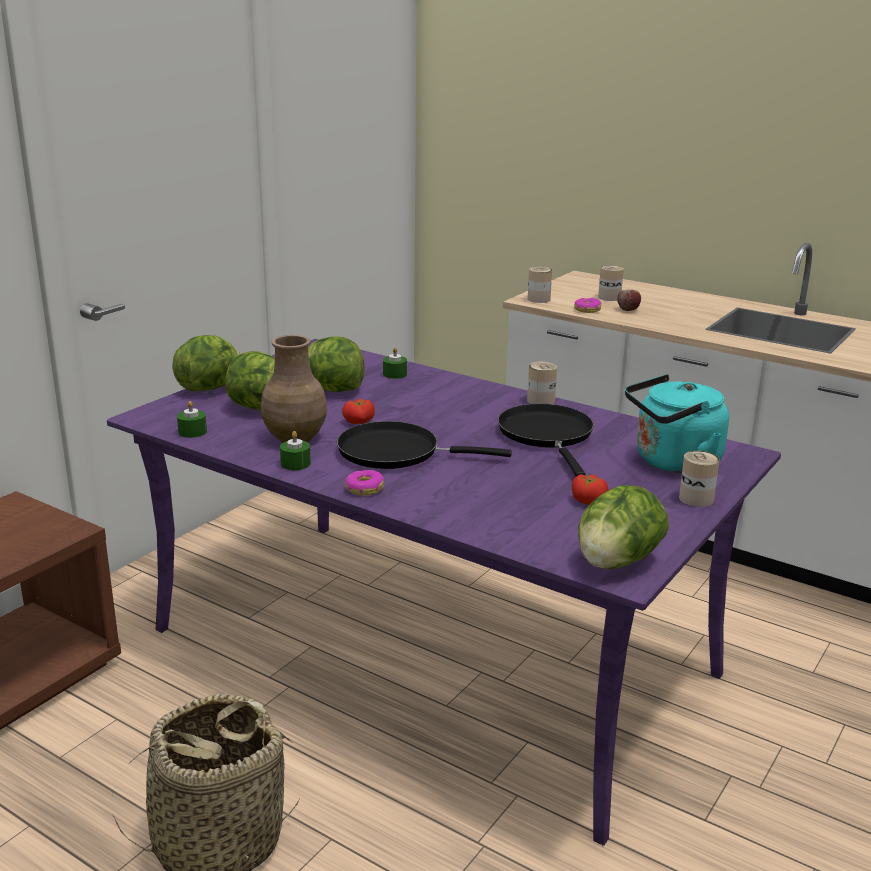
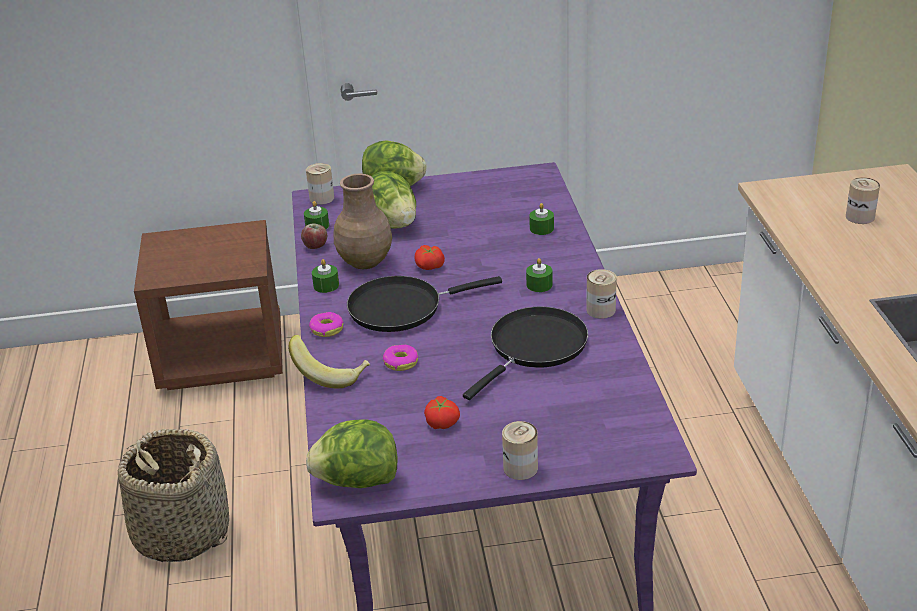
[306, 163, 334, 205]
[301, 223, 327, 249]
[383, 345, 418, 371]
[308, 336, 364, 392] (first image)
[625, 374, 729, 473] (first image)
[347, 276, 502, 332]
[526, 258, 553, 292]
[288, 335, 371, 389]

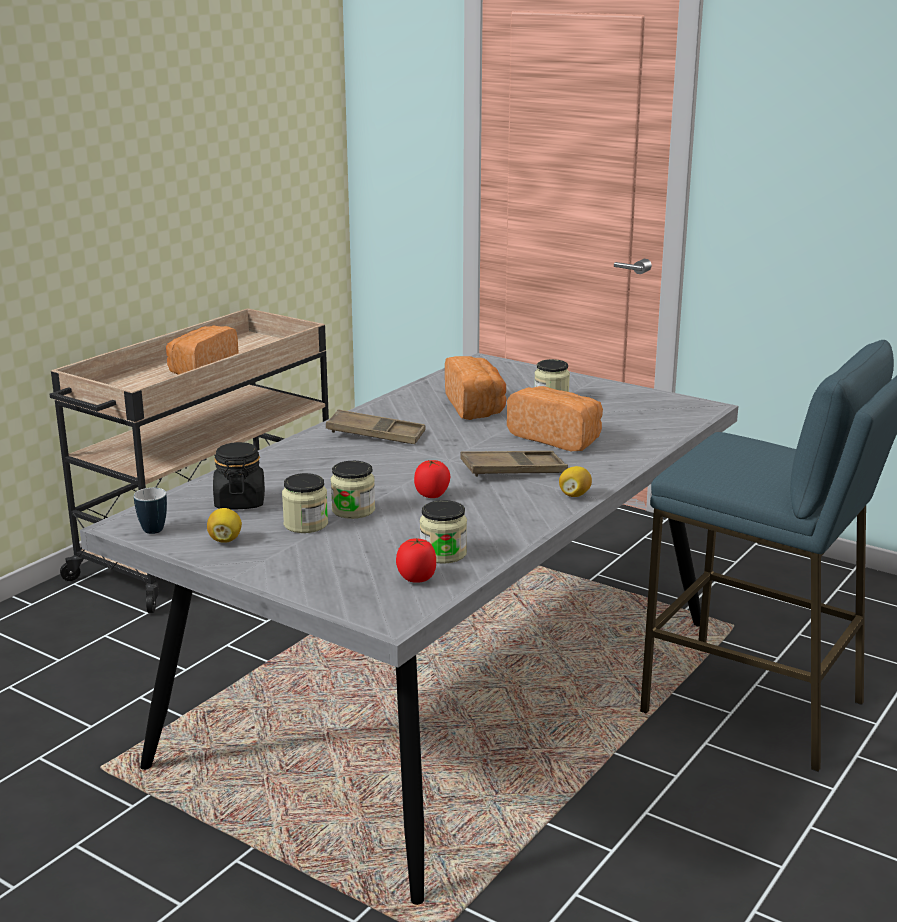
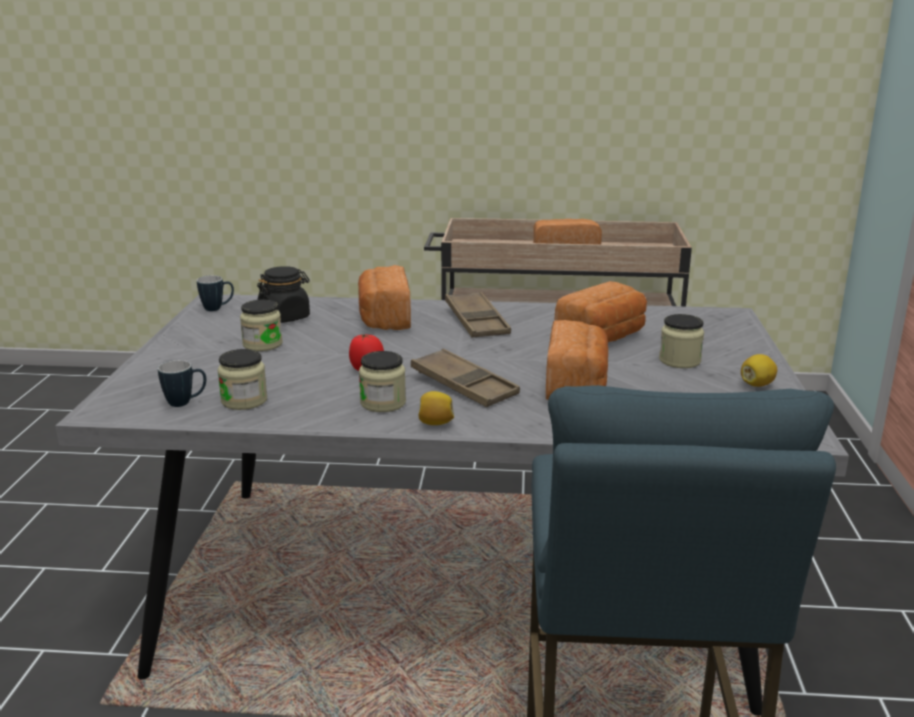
[359, 351, 406, 412]
[741, 354, 777, 387]
[158, 360, 206, 407]
[358, 265, 411, 330]

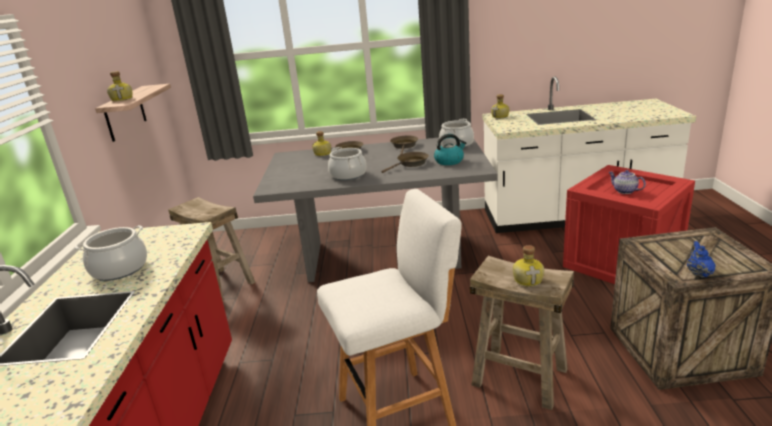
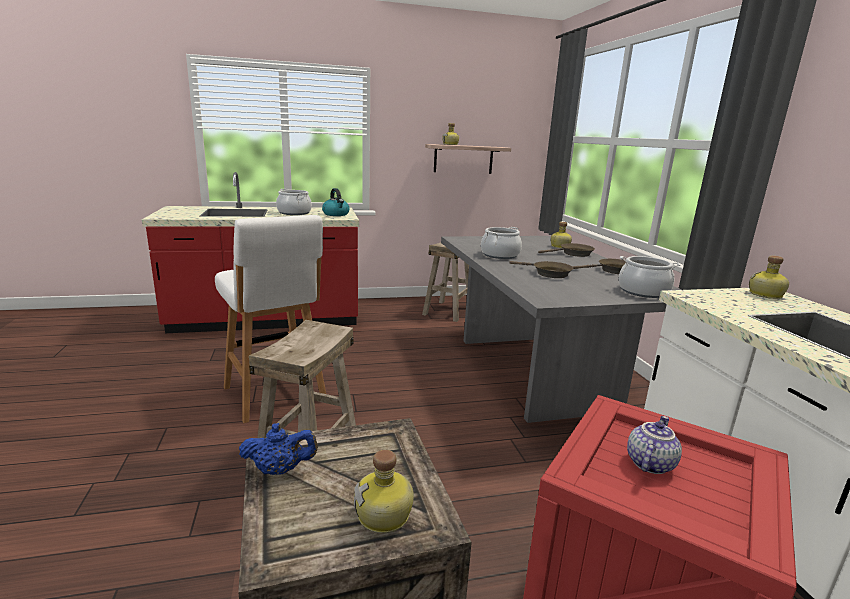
[322, 188, 349, 216]
[354, 450, 414, 533]

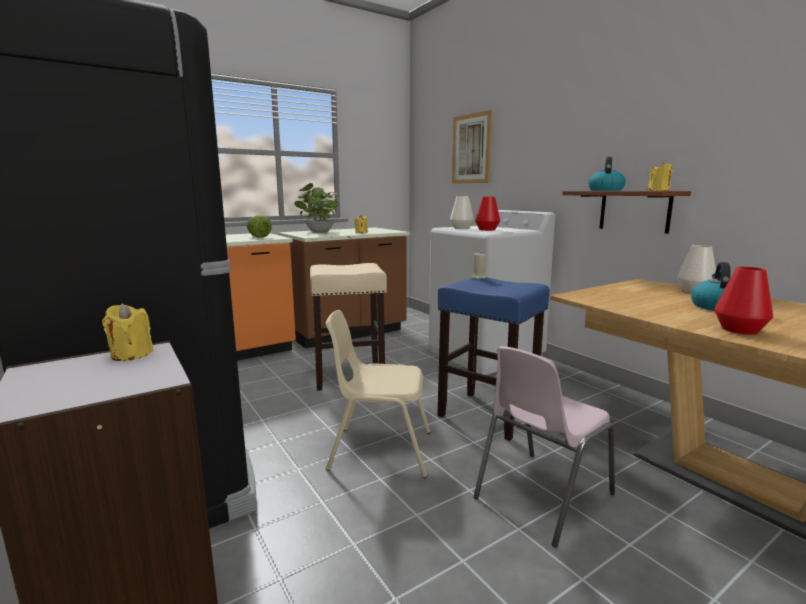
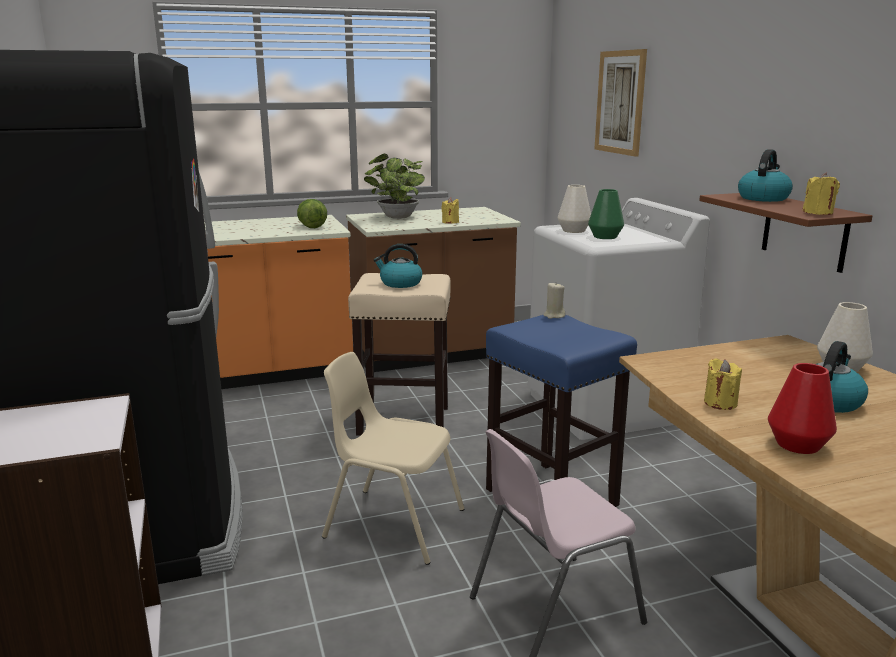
[588, 189, 624, 239]
[704, 358, 742, 410]
[374, 244, 422, 288]

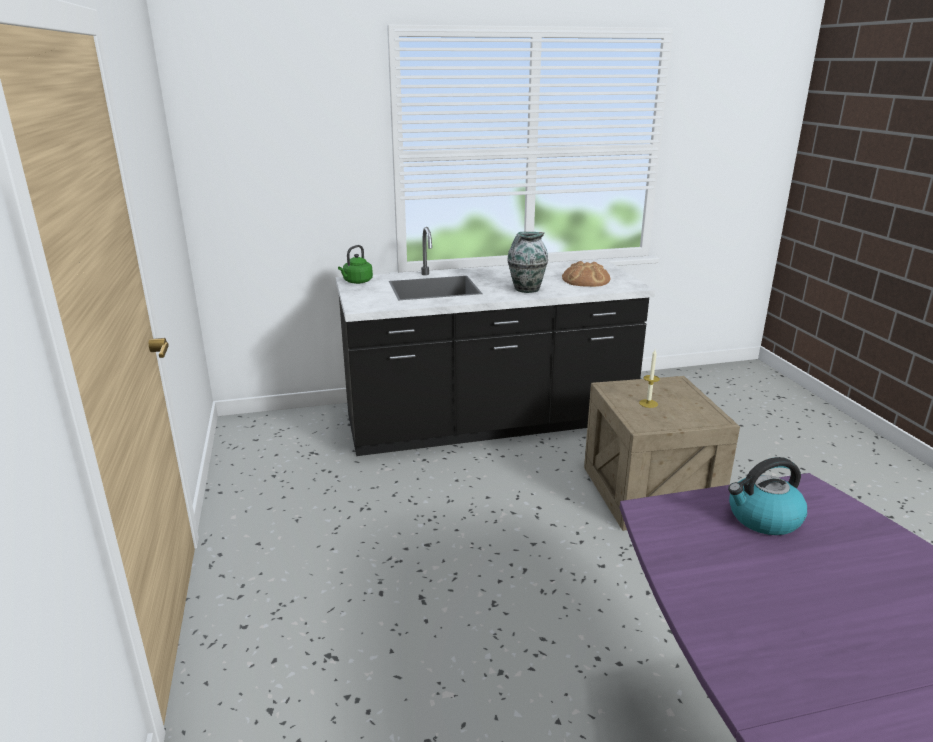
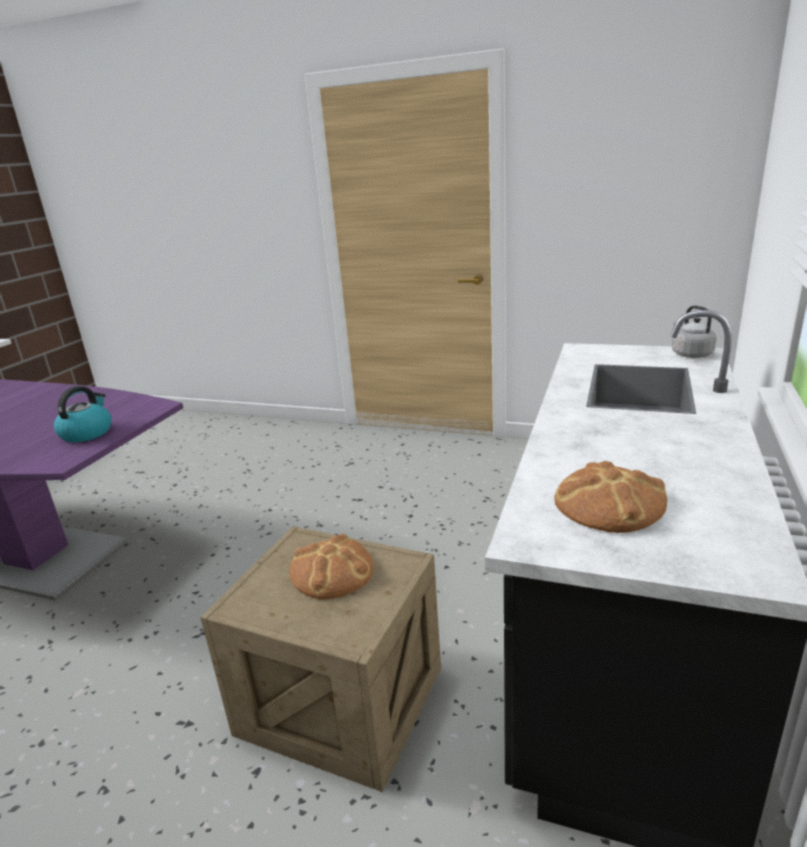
[507, 232, 548, 293] (first image)
[672, 305, 717, 358]
[289, 534, 373, 600]

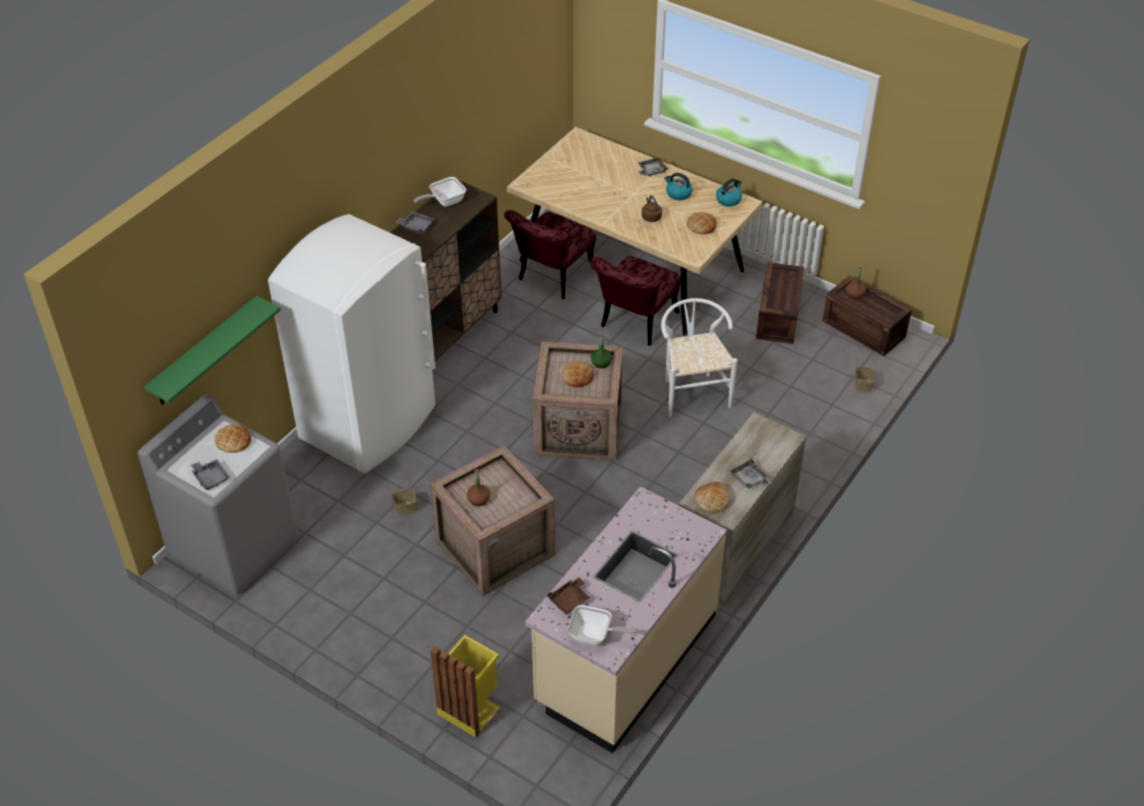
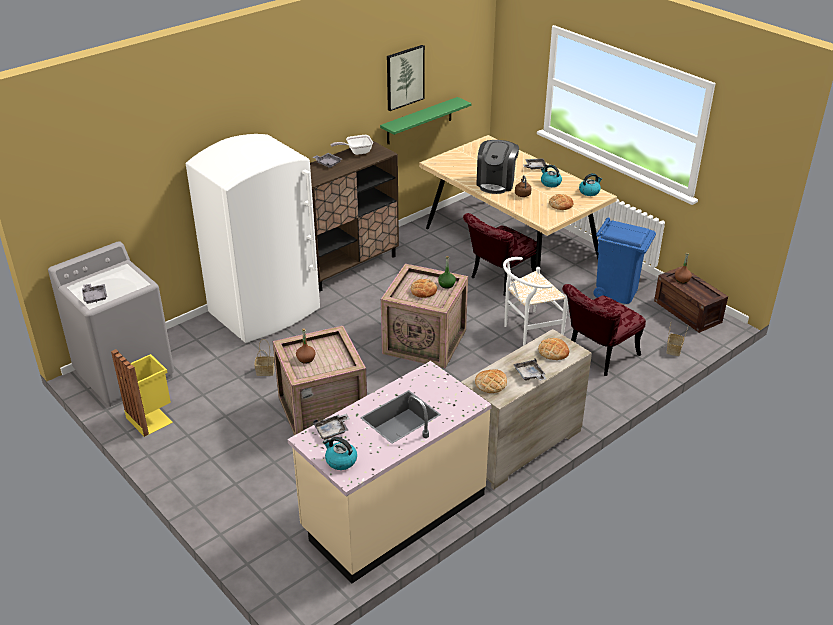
[562, 284, 646, 376]
[593, 217, 656, 304]
[380, 97, 471, 144]
[503, 257, 568, 346]
[538, 338, 569, 360]
[313, 414, 349, 440]
[323, 437, 357, 470]
[111, 349, 173, 437]
[387, 45, 425, 111]
[476, 140, 519, 194]

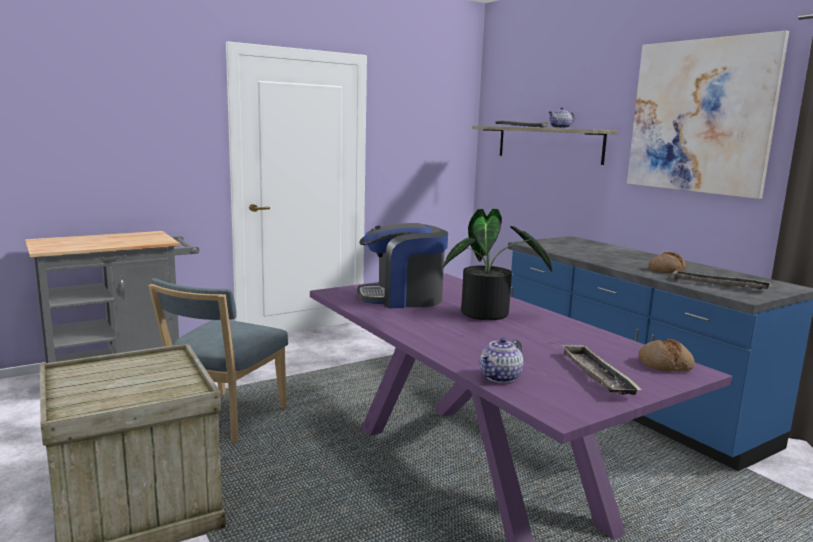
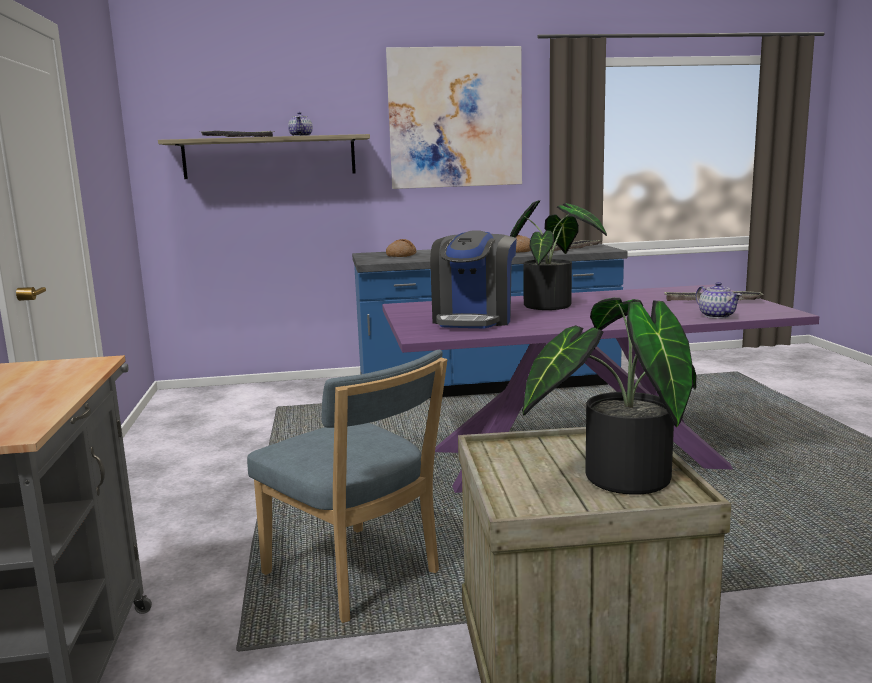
[386, 239, 416, 257]
[522, 298, 697, 495]

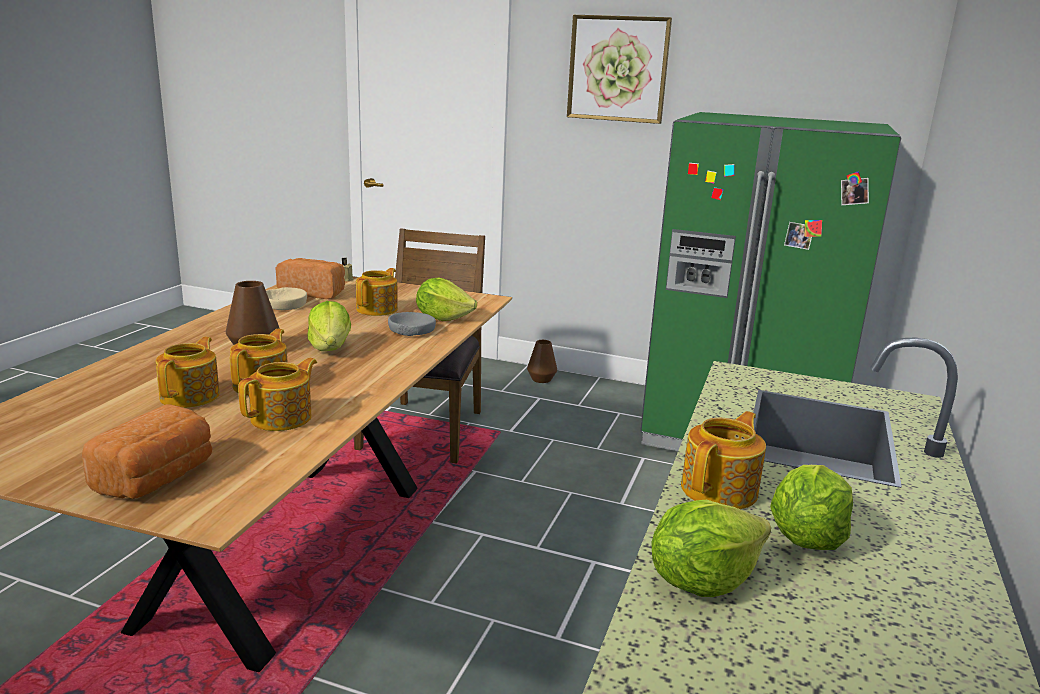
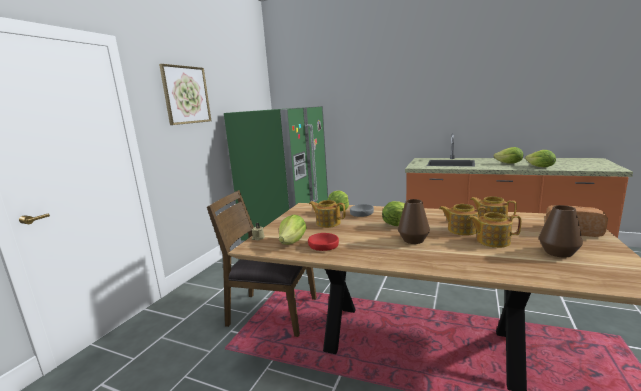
[279, 215, 307, 245]
[308, 233, 339, 251]
[539, 205, 583, 258]
[681, 411, 766, 509] (first image)

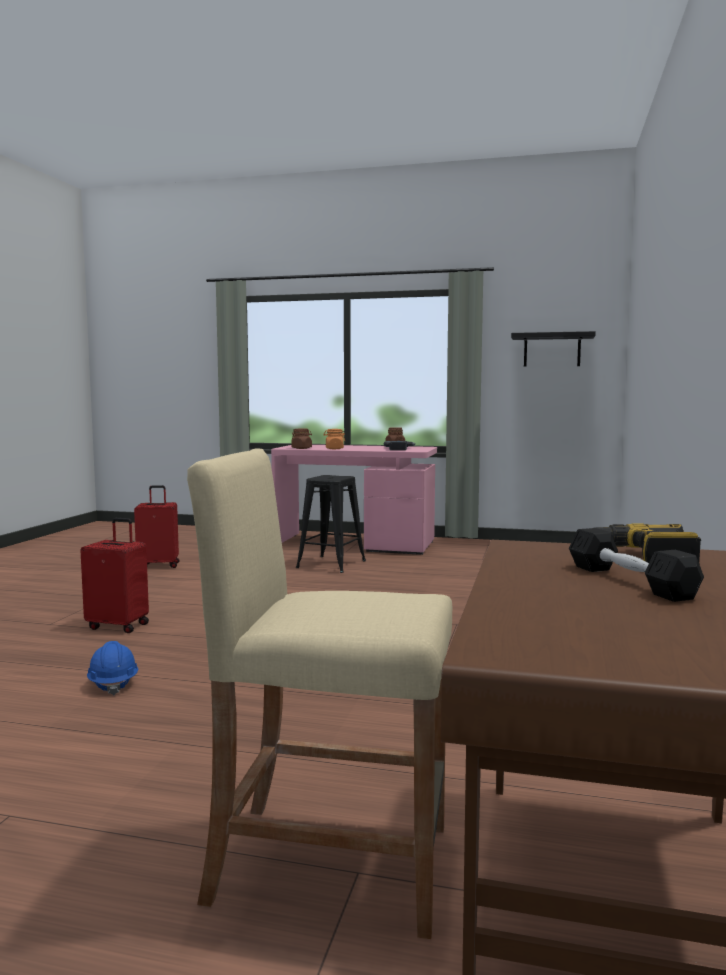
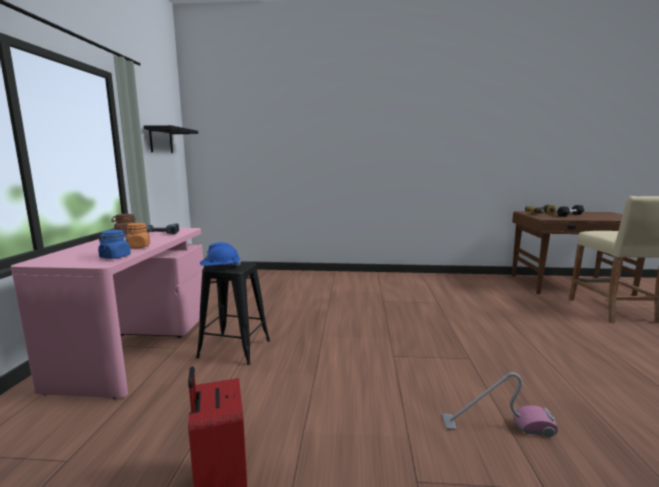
[98, 230, 131, 259]
[442, 372, 558, 437]
[200, 242, 241, 267]

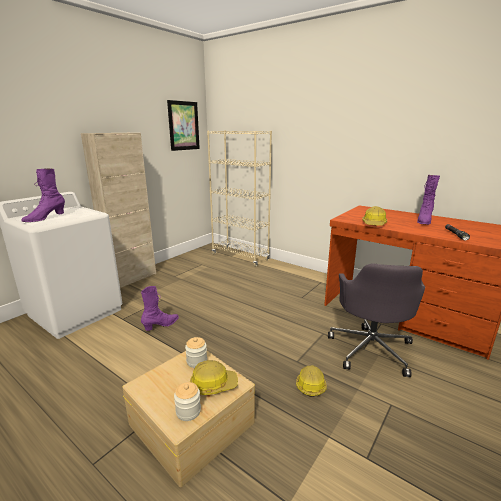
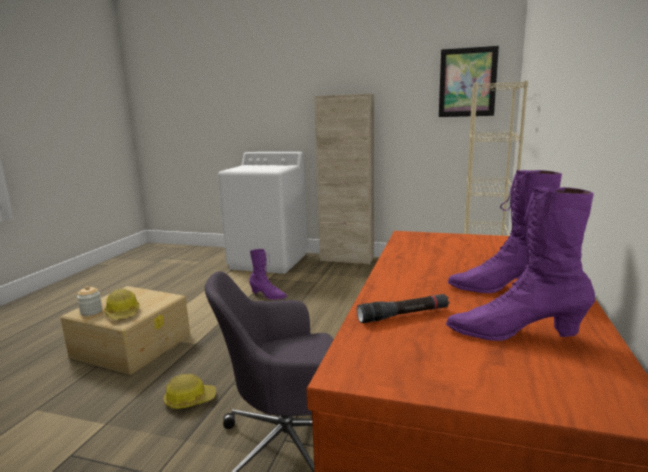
[446, 187, 595, 341]
[362, 206, 387, 226] (first image)
[185, 337, 207, 368] (first image)

